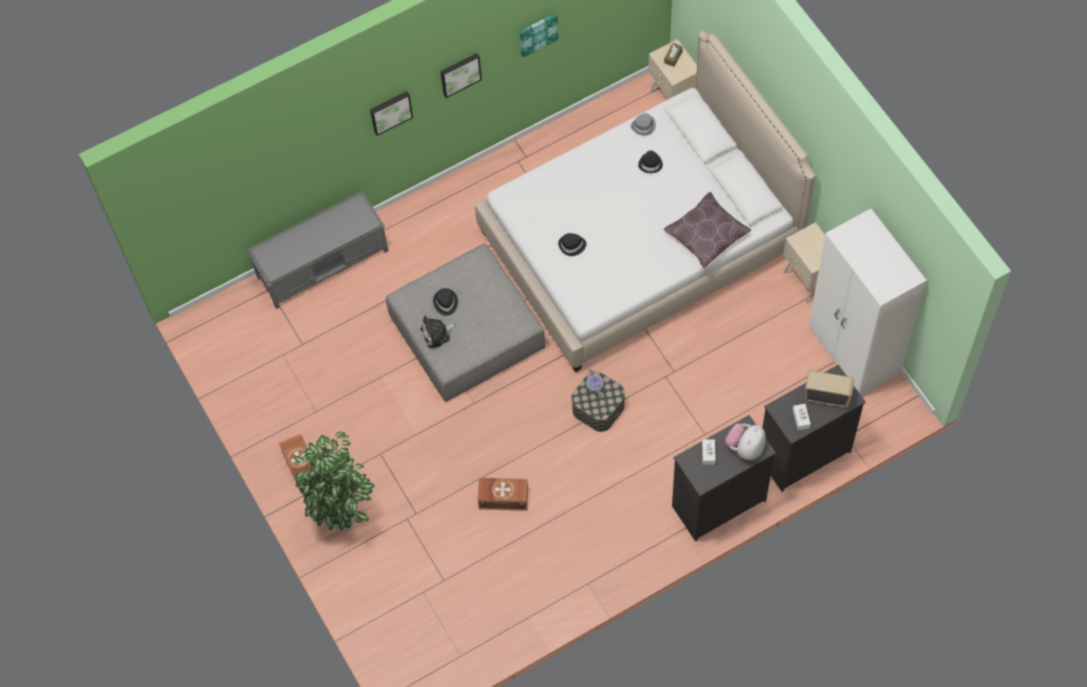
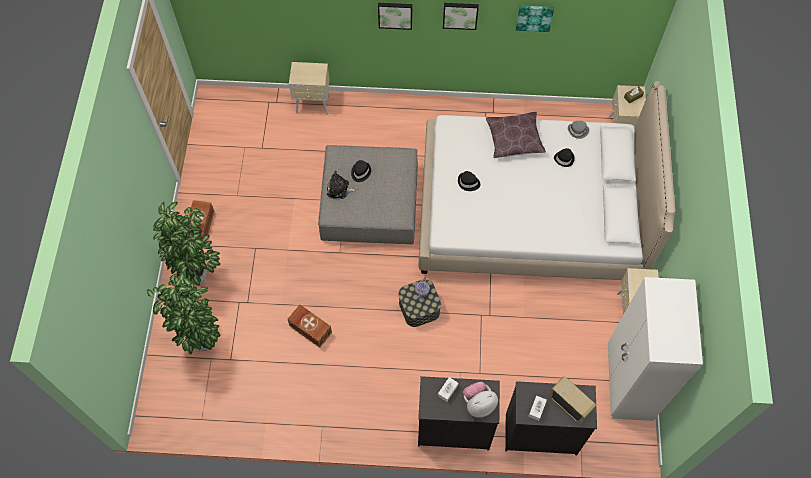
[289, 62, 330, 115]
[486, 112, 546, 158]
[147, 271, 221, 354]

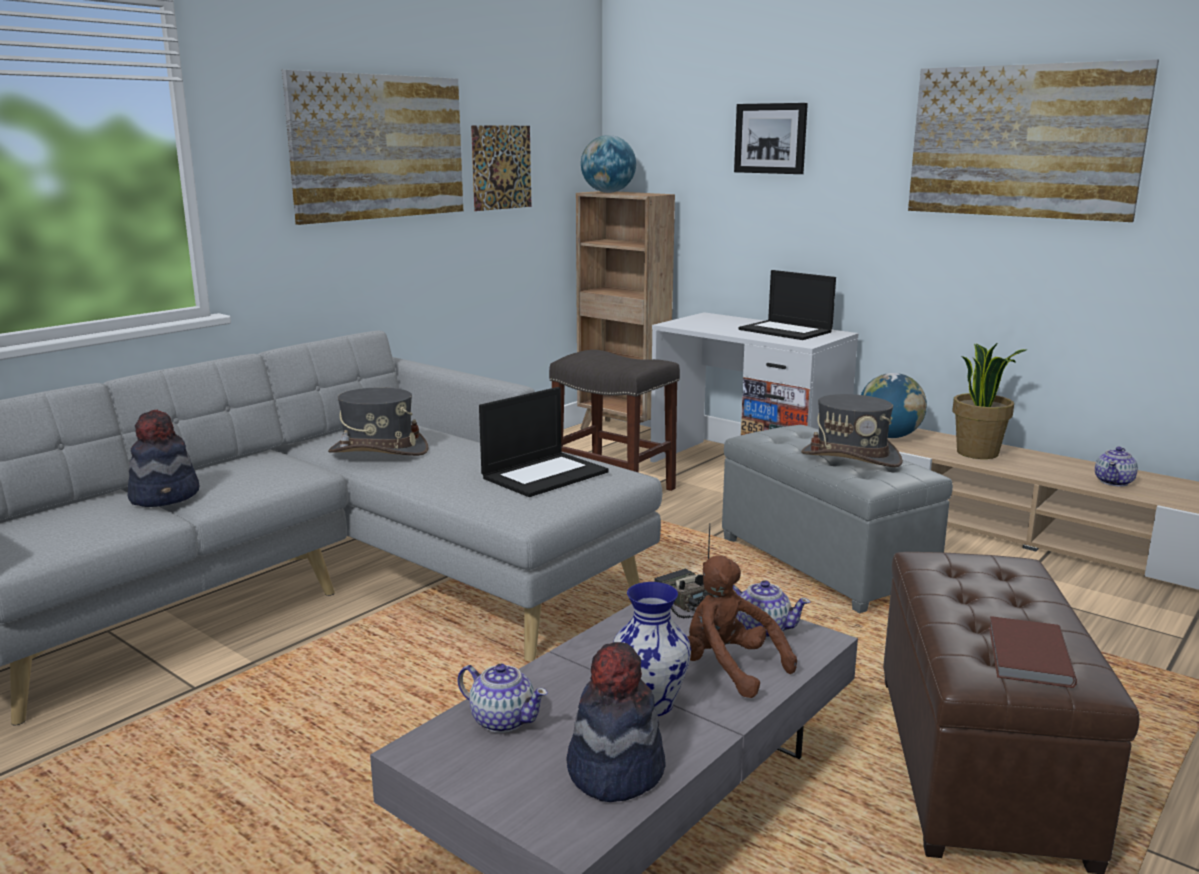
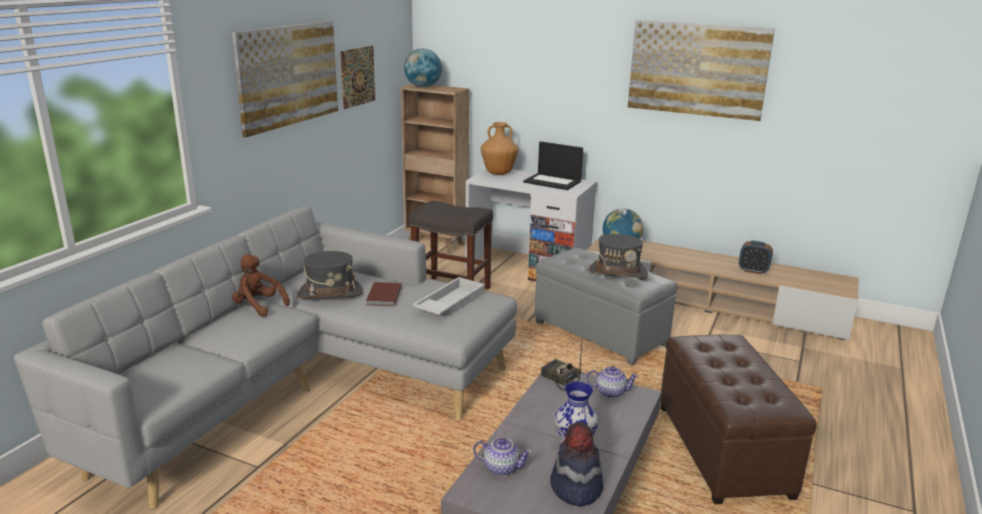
[734, 103, 808, 174] (first image)
[953, 343, 1027, 459] (first image)
[413, 277, 485, 315]
[128, 409, 199, 507] (first image)
[739, 241, 773, 274]
[232, 254, 290, 317]
[366, 282, 402, 306]
[481, 122, 519, 175]

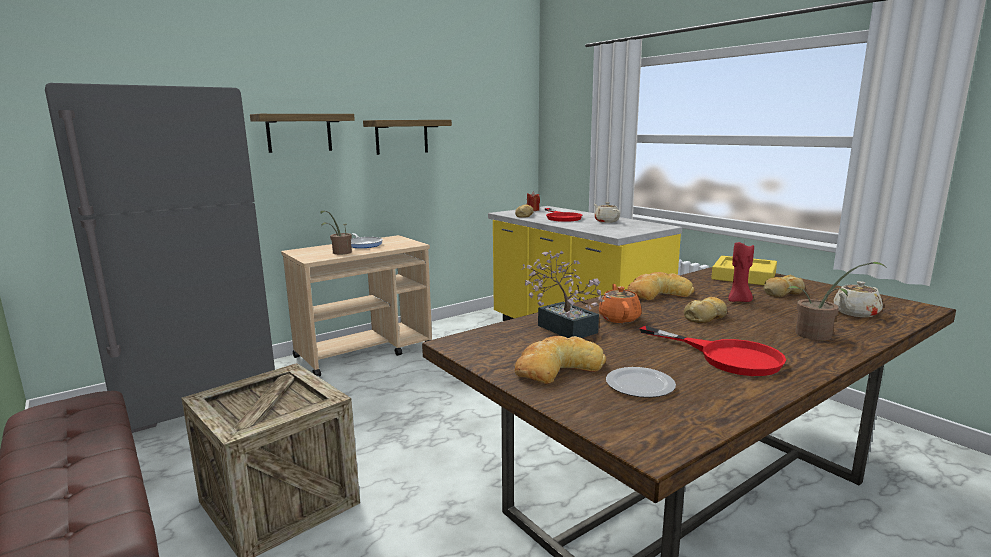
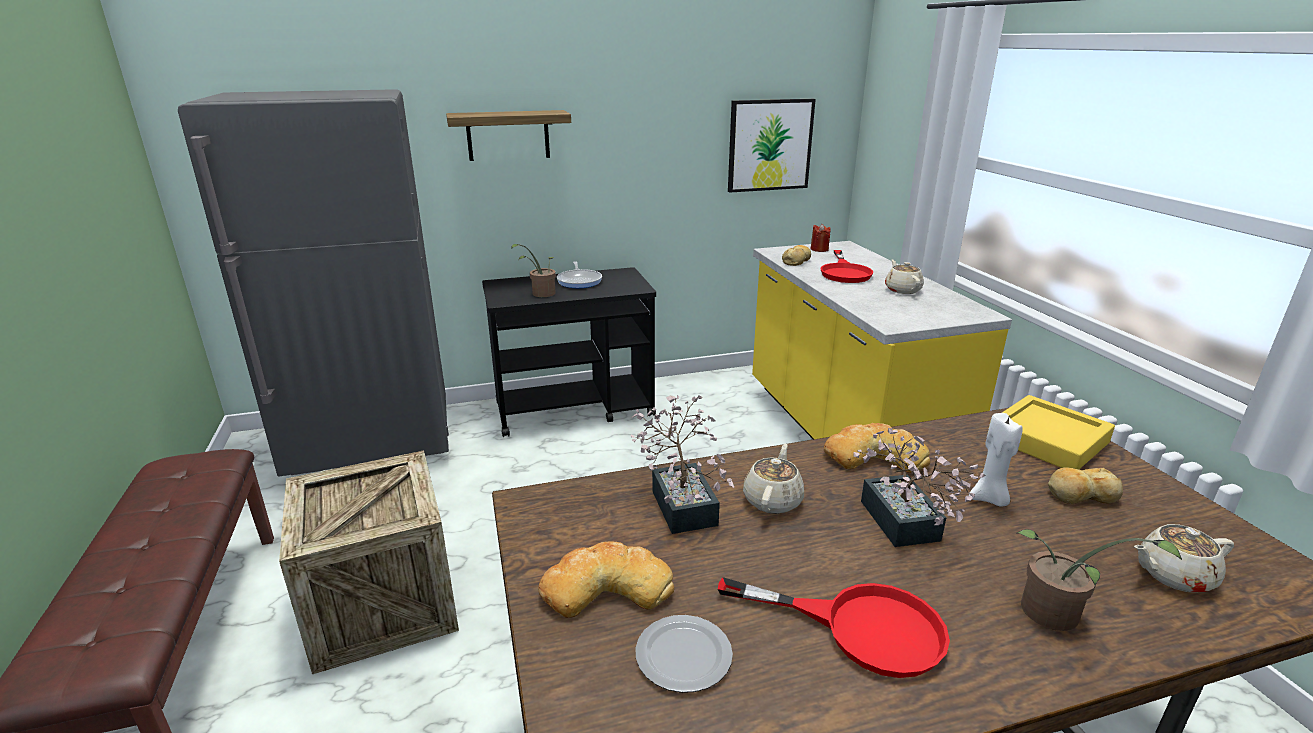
[363, 120, 452, 155] (first image)
[482, 267, 656, 437]
[969, 413, 1023, 507]
[743, 443, 804, 514]
[853, 428, 986, 547]
[718, 577, 950, 678]
[728, 99, 816, 192]

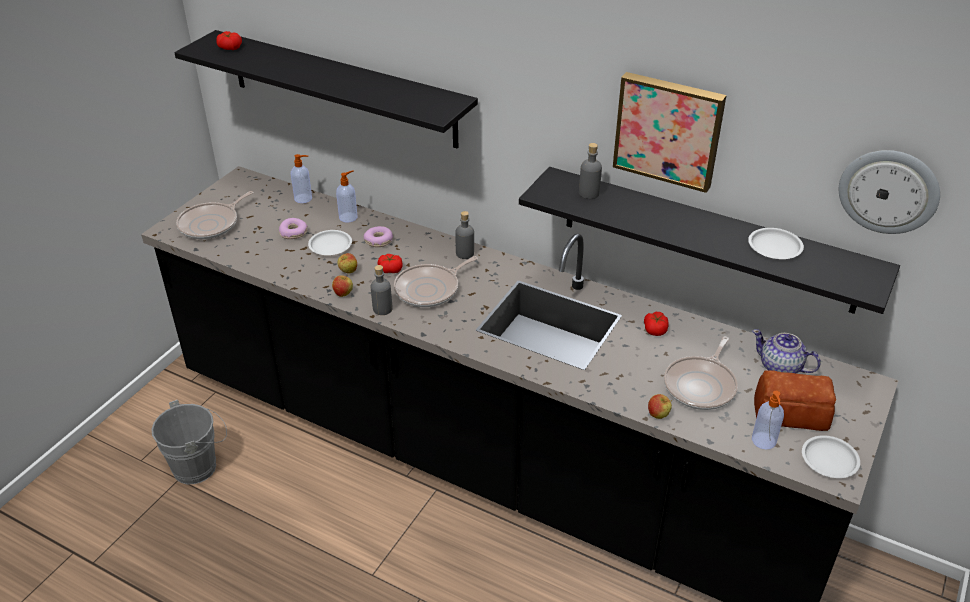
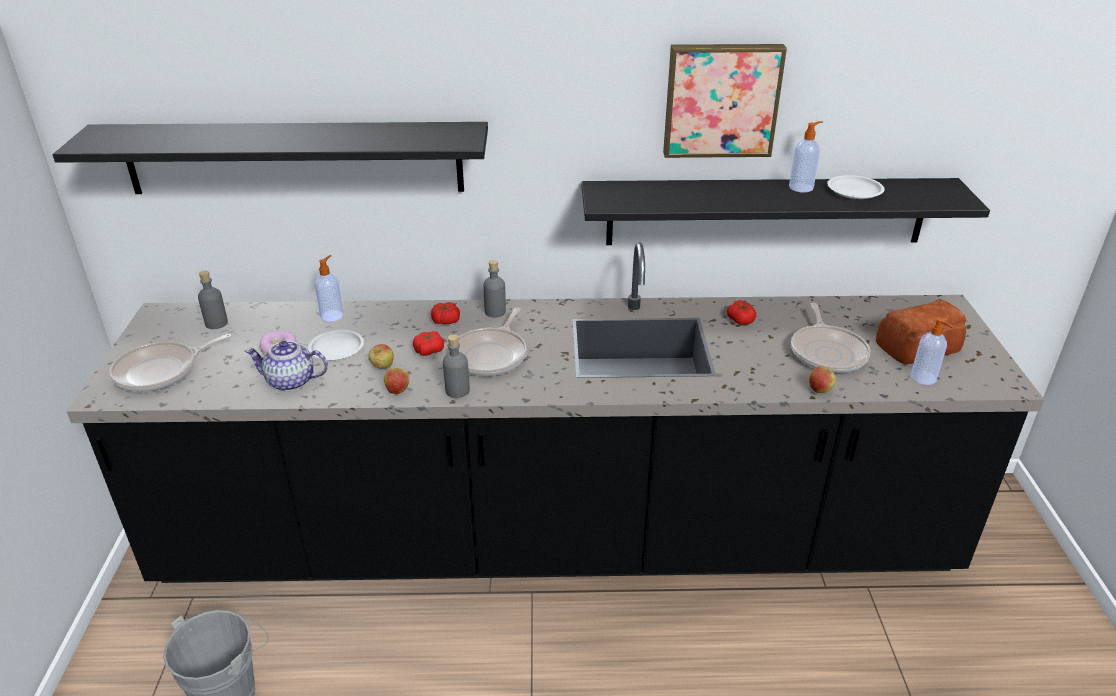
[431, 302, 460, 324]
[198, 271, 228, 329]
[839, 150, 940, 234] (first image)
[789, 121, 823, 193]
[109, 334, 232, 392]
[364, 226, 393, 247] (first image)
[245, 341, 328, 391]
[802, 435, 860, 478] (first image)

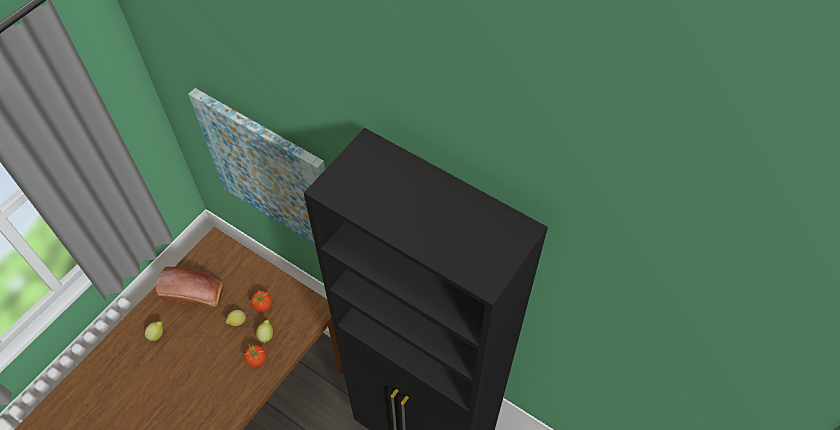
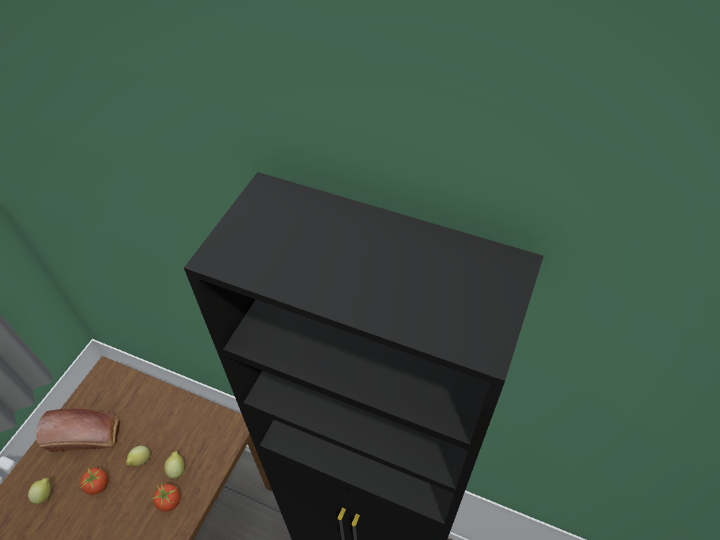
[188, 88, 325, 244] (first image)
[79, 465, 108, 495]

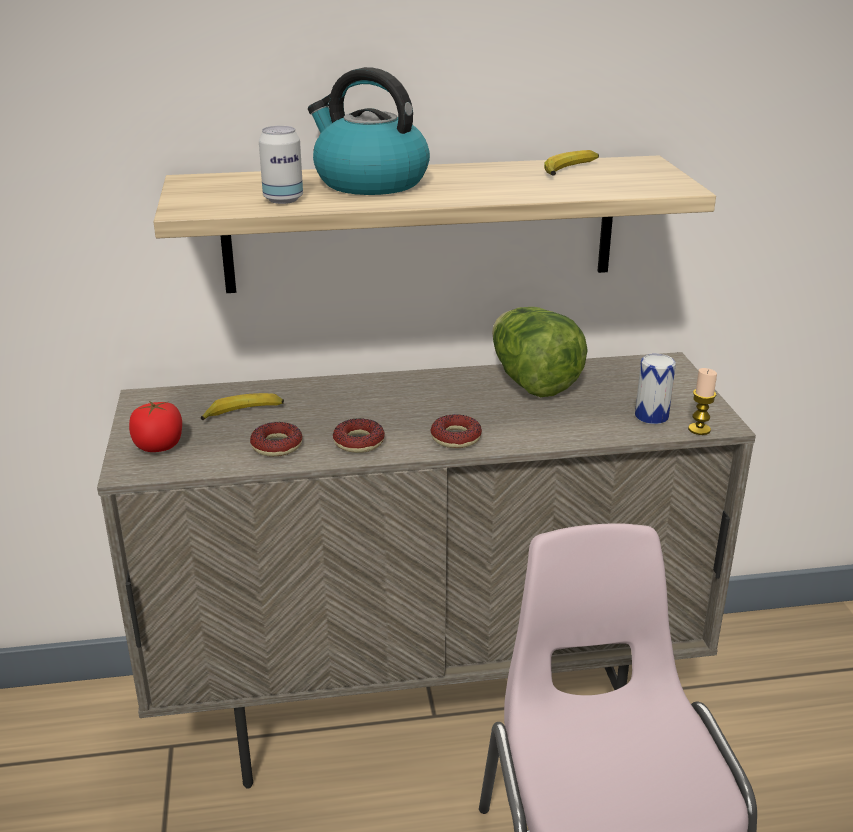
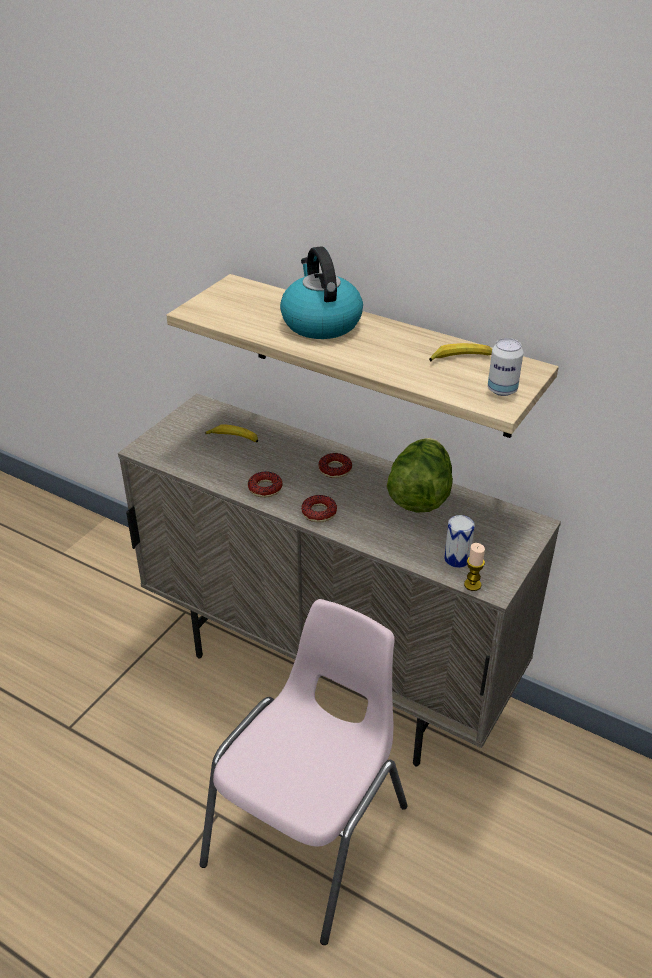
[488, 338, 523, 396]
[129, 401, 182, 452] (first image)
[318, 453, 352, 478]

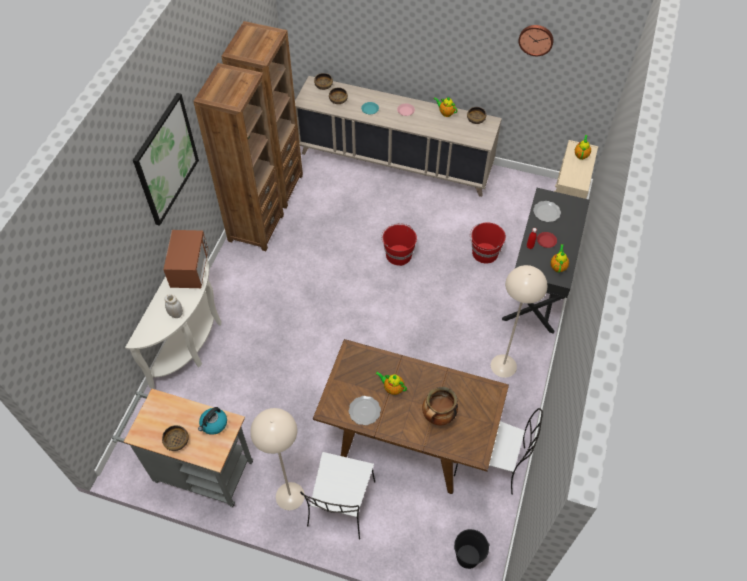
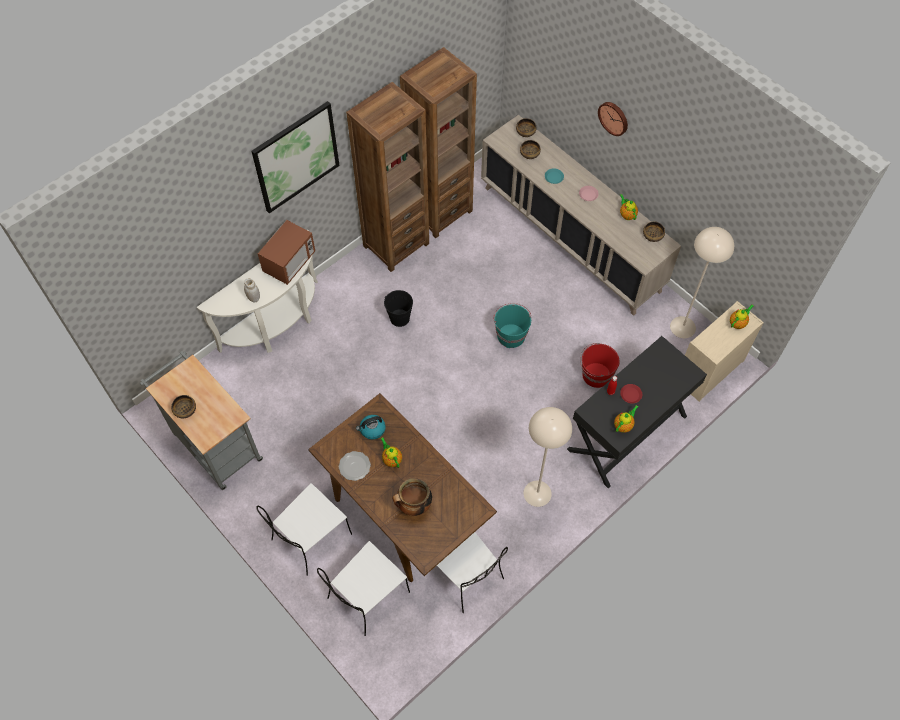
[598, 102, 628, 136]
[533, 201, 561, 222] (first image)
[494, 303, 531, 348]
[356, 415, 386, 439]
[670, 227, 734, 338]
[384, 290, 413, 327]
[317, 541, 410, 636]

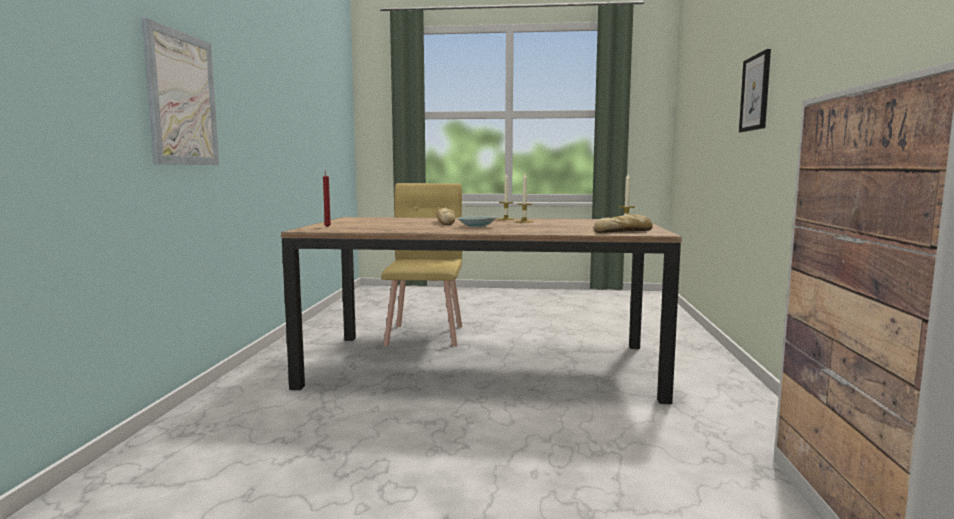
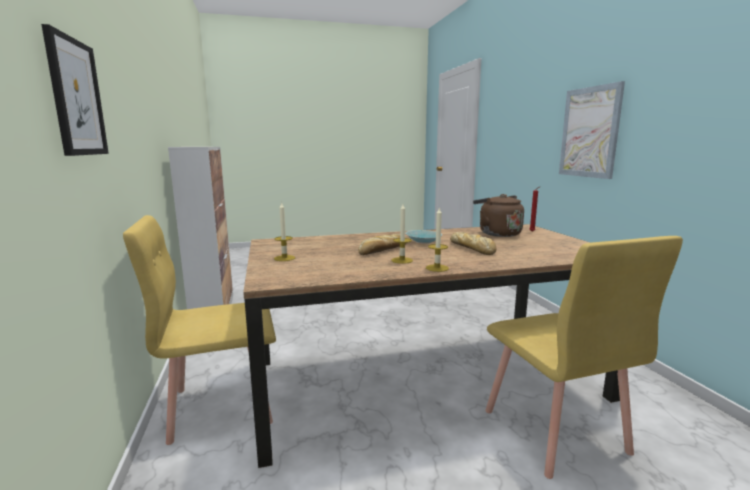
[358, 234, 406, 255]
[473, 194, 524, 237]
[123, 215, 276, 445]

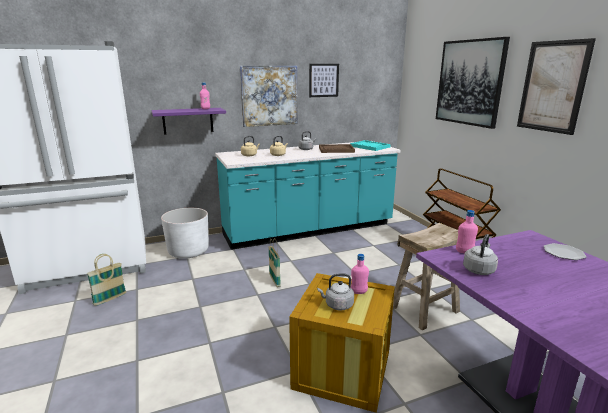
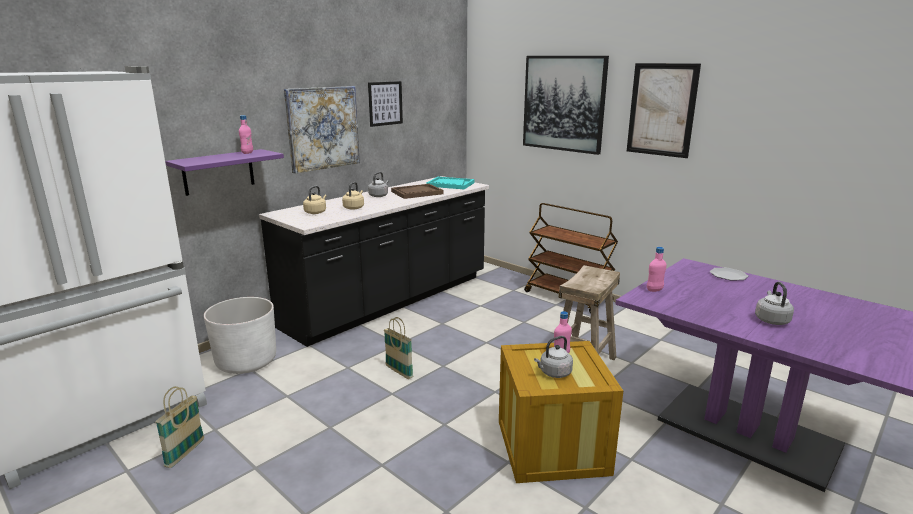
[259, 176, 489, 347]
[755, 282, 794, 325]

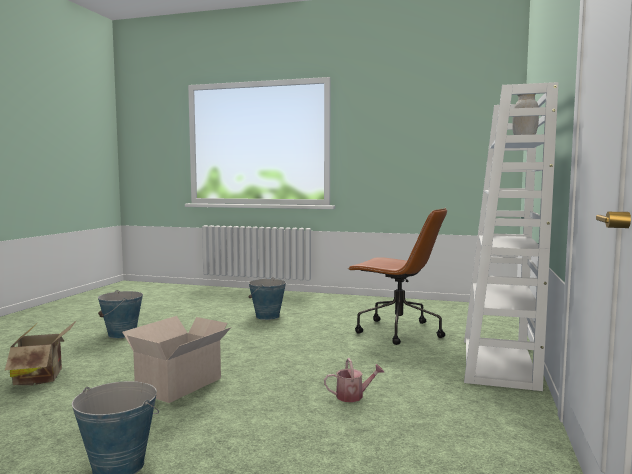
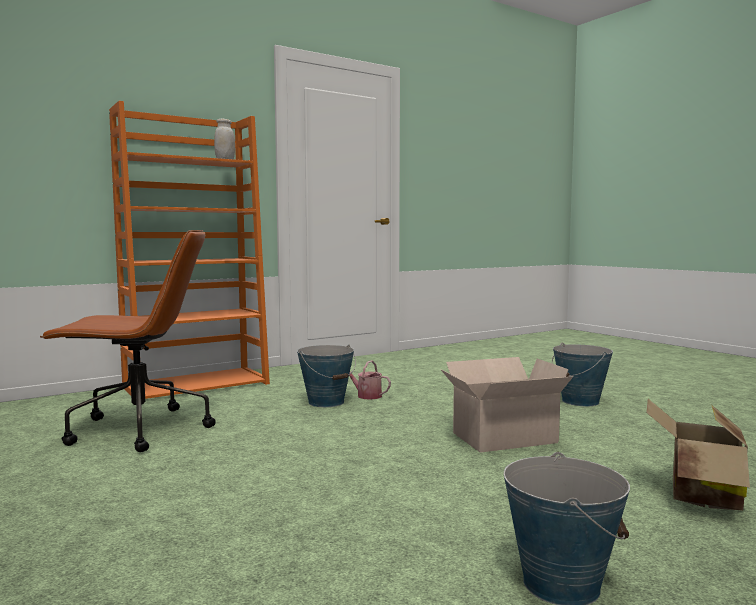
[109, 101, 270, 399]
[40, 230, 216, 452]
[297, 345, 356, 407]

